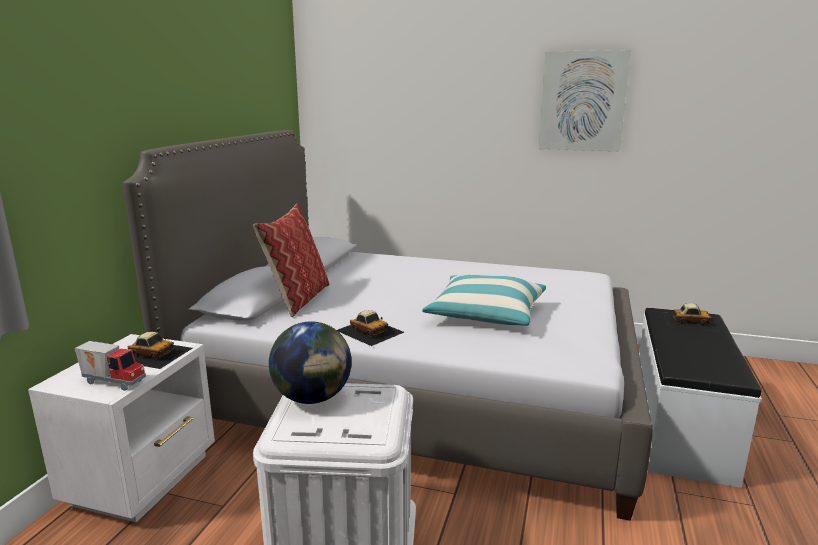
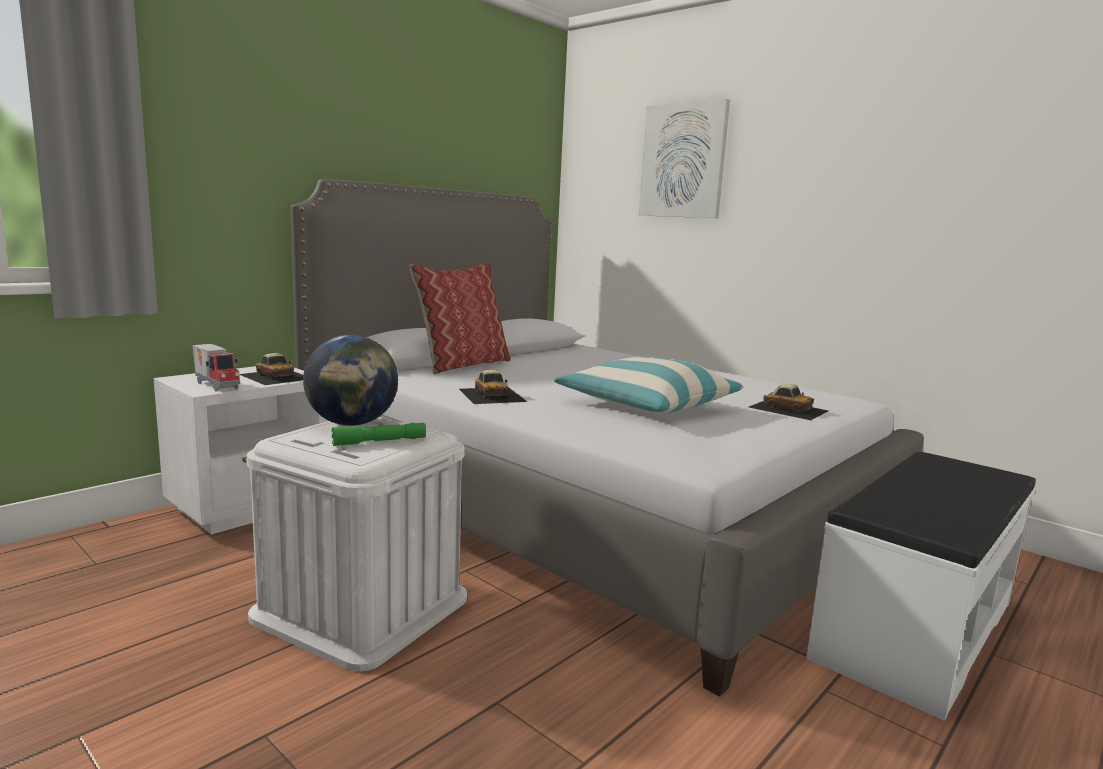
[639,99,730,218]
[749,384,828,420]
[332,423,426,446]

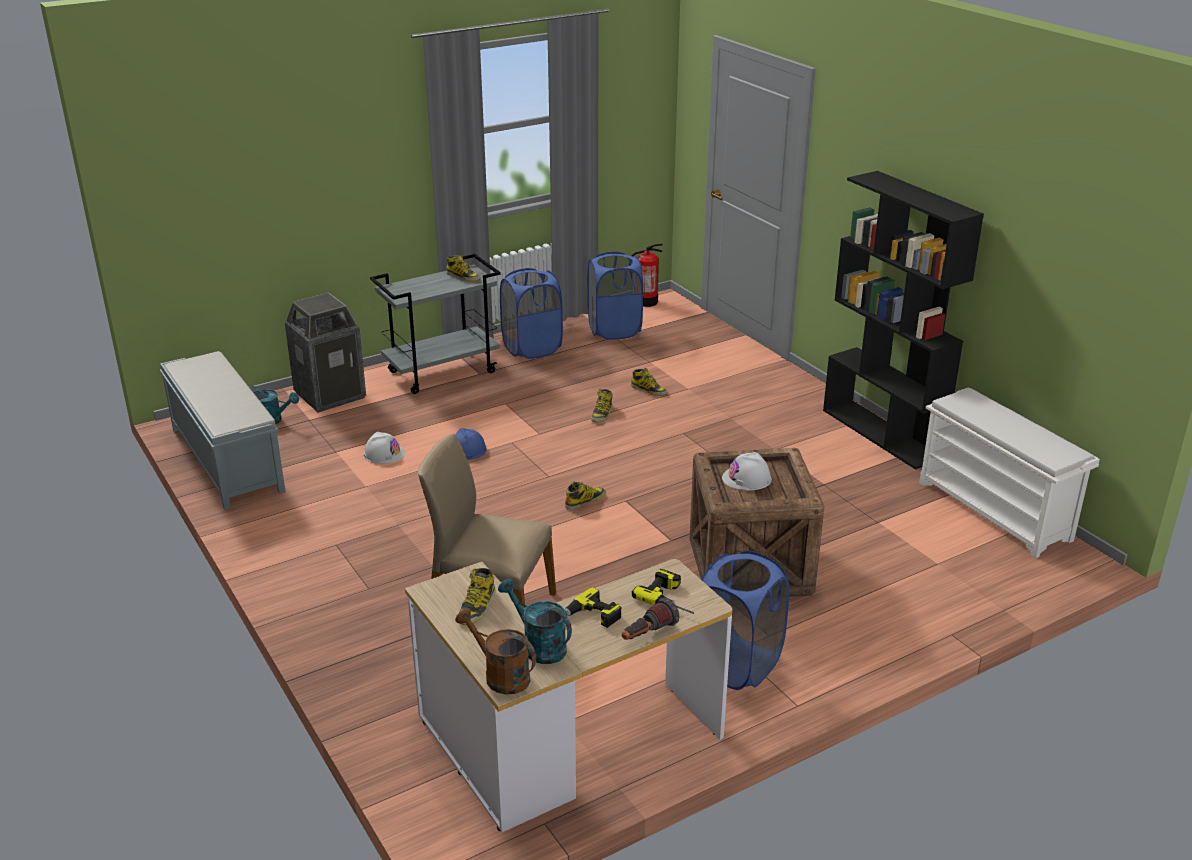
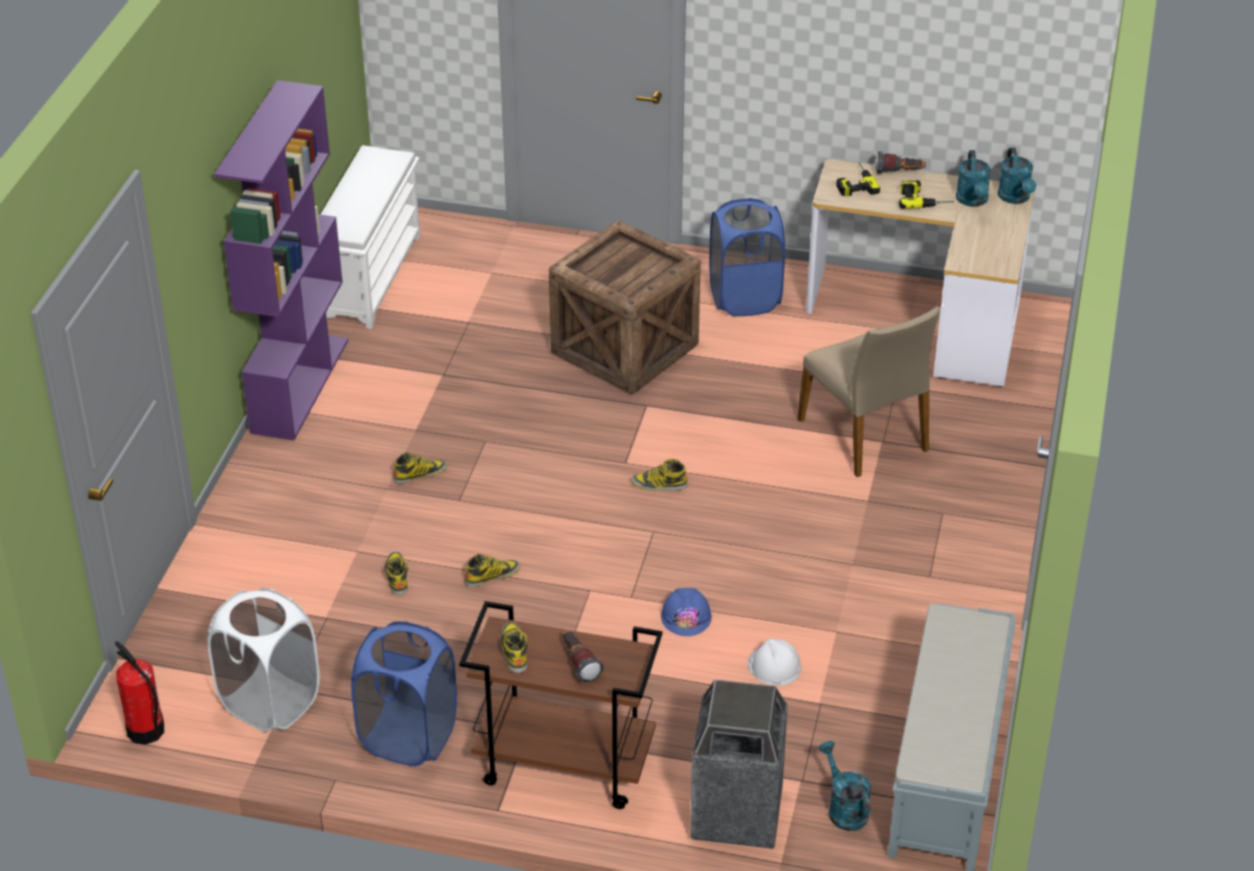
[214,80,348,441]
[207,588,320,732]
[459,601,663,809]
[722,452,772,491] (first image)
[393,452,447,484]
[998,147,1036,204]
[563,630,604,683]

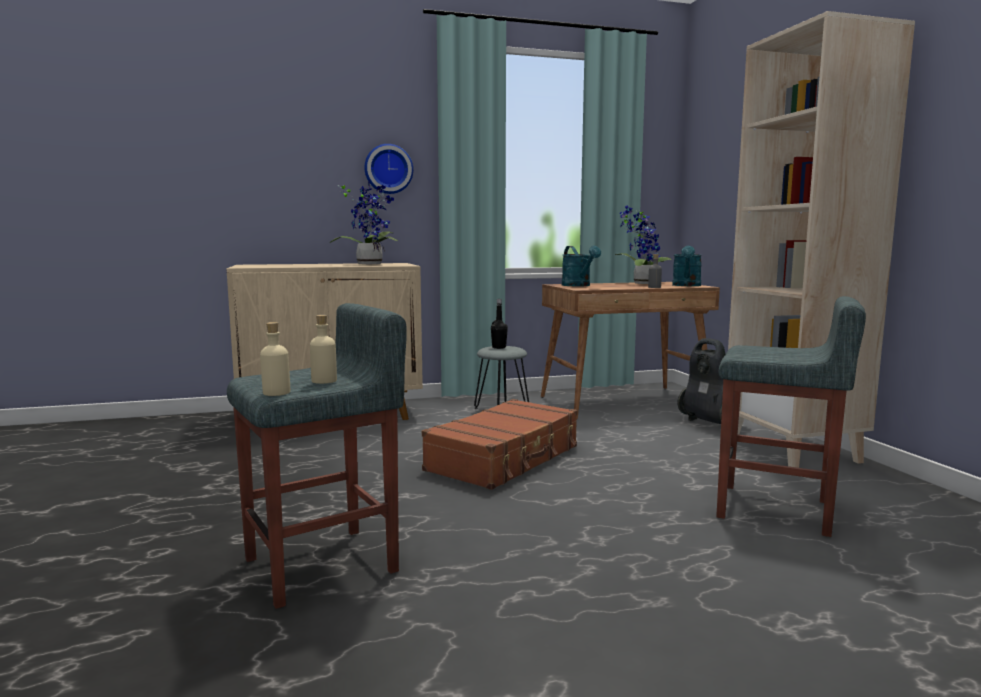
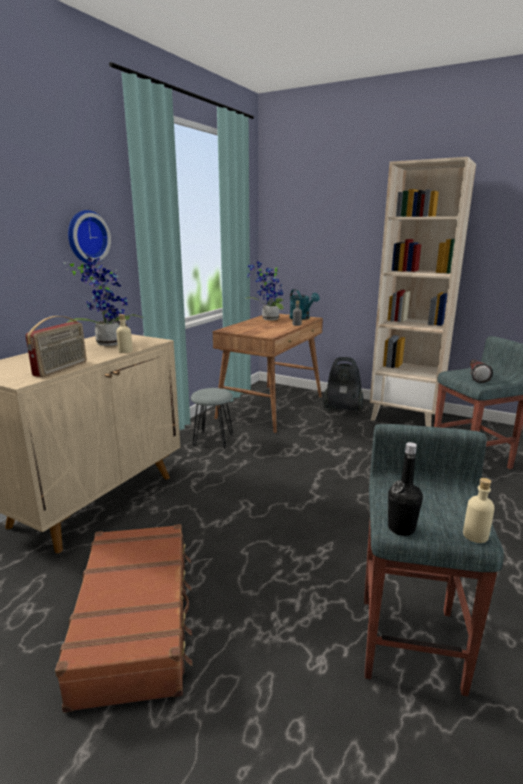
[562,246,601,286] (first image)
[388,442,423,536]
[116,314,133,353]
[55,524,192,713]
[26,316,87,377]
[470,360,493,383]

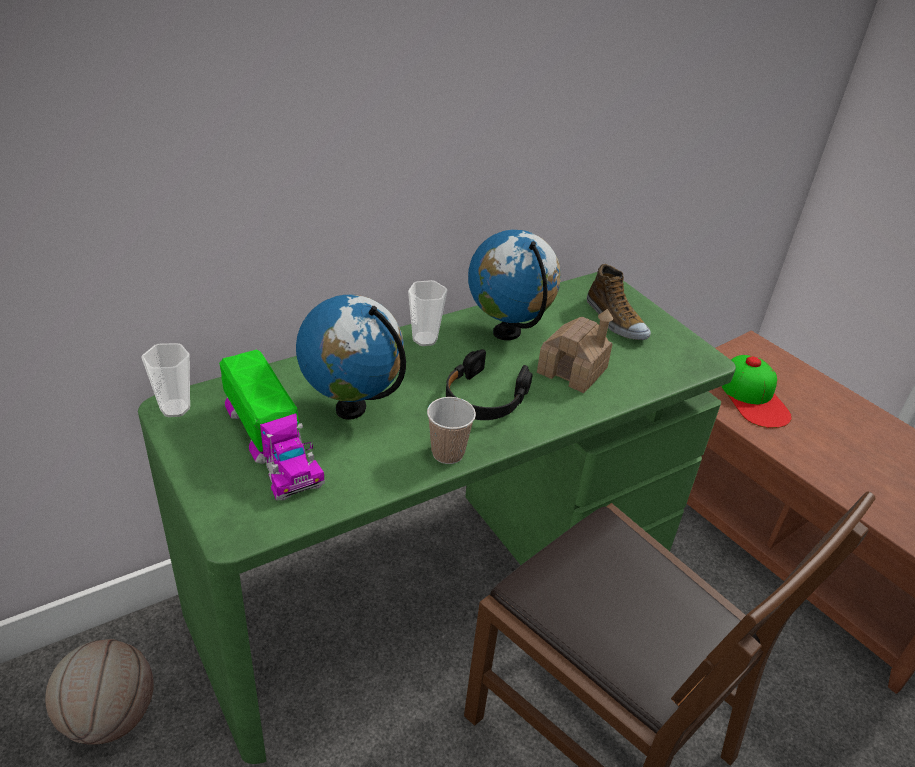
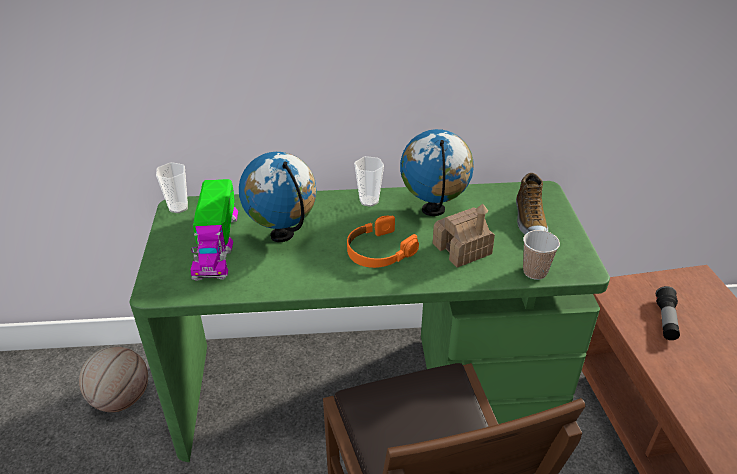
[347,216,419,268]
[656,286,680,340]
[523,230,560,280]

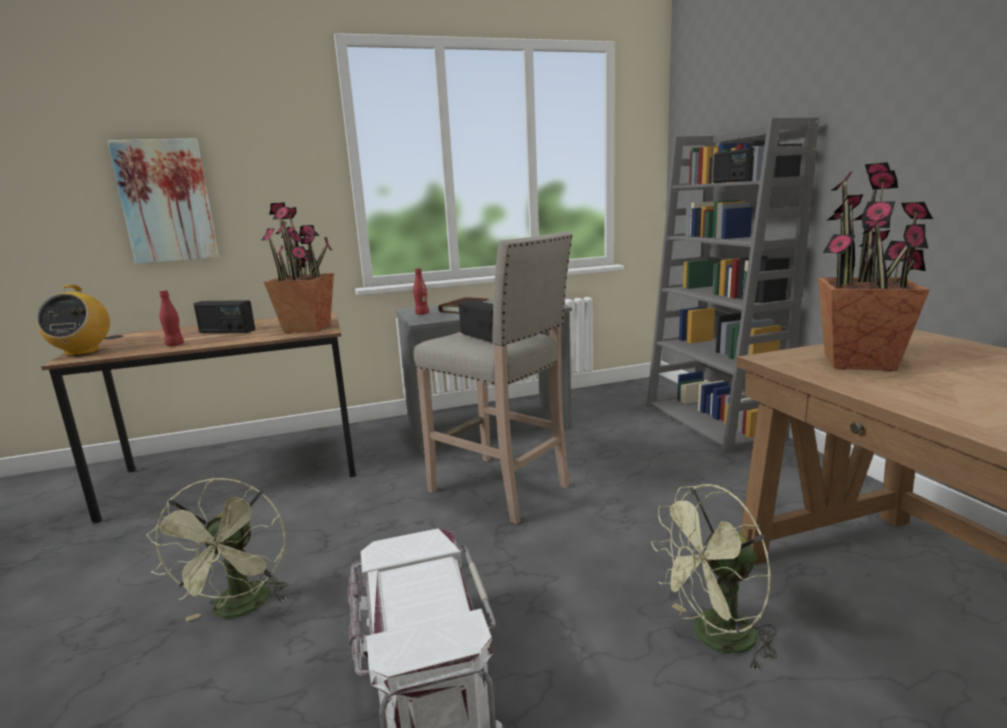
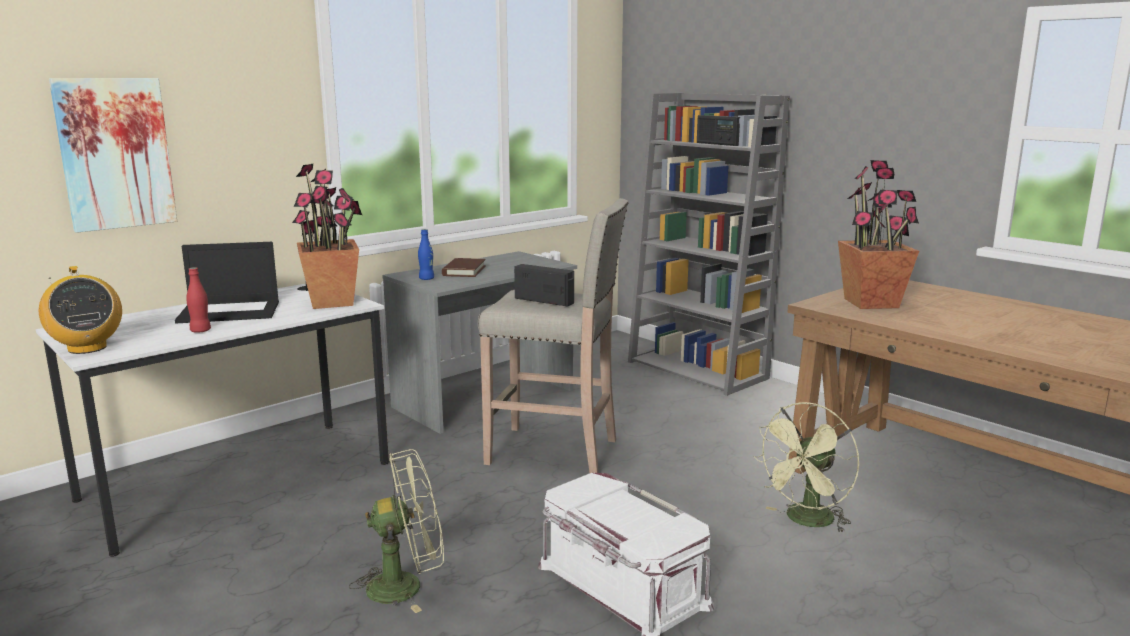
[418,229,434,280]
[175,242,279,323]
[36,284,389,557]
[349,449,444,613]

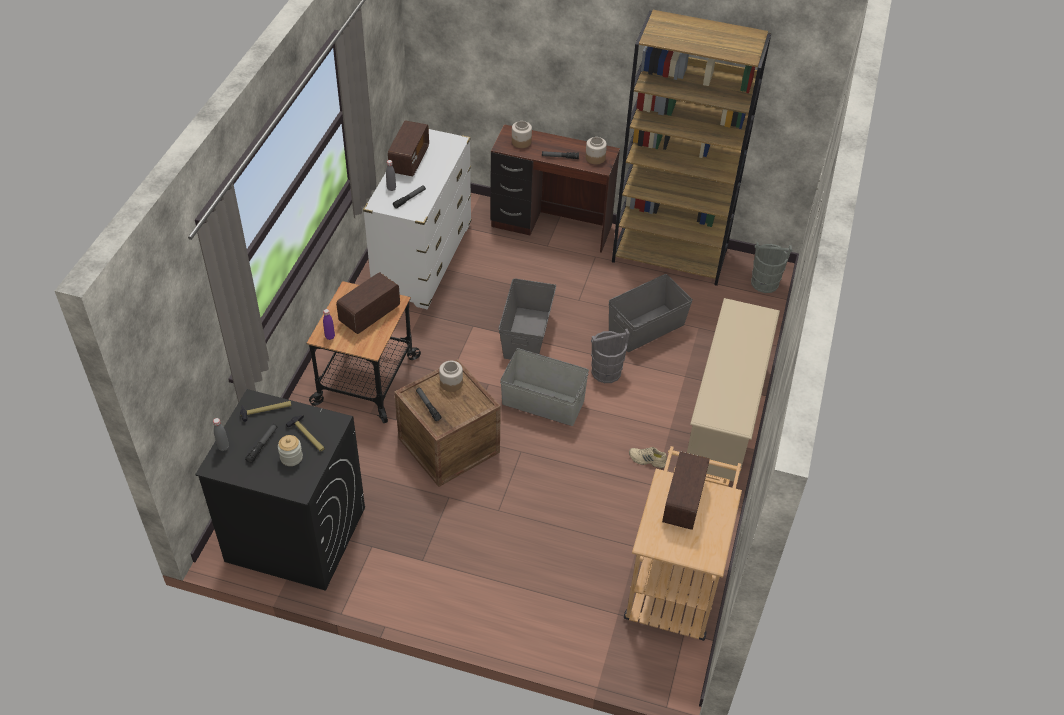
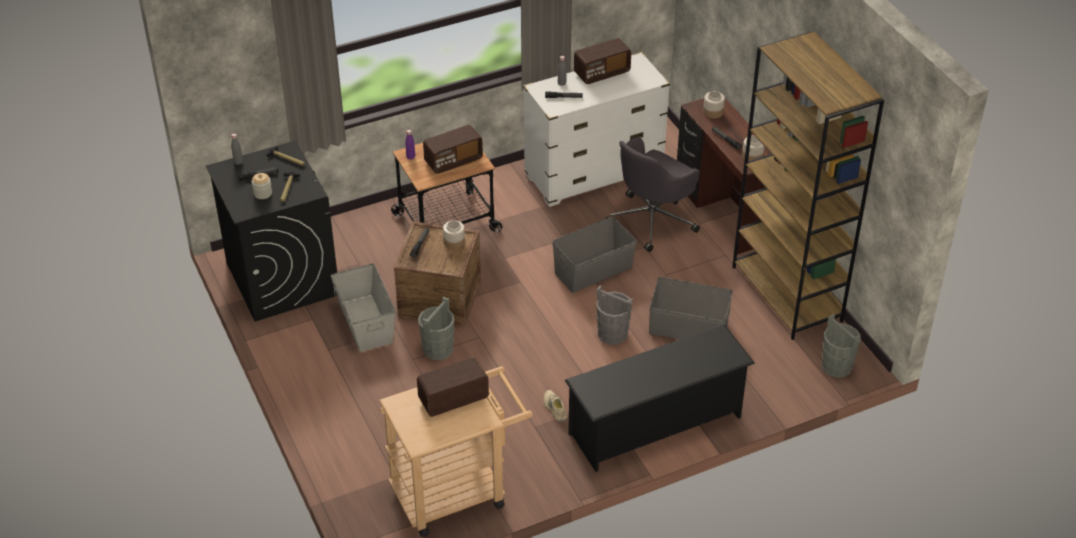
[423,125,483,174]
[565,324,755,472]
[331,264,396,352]
[605,137,700,252]
[418,297,454,360]

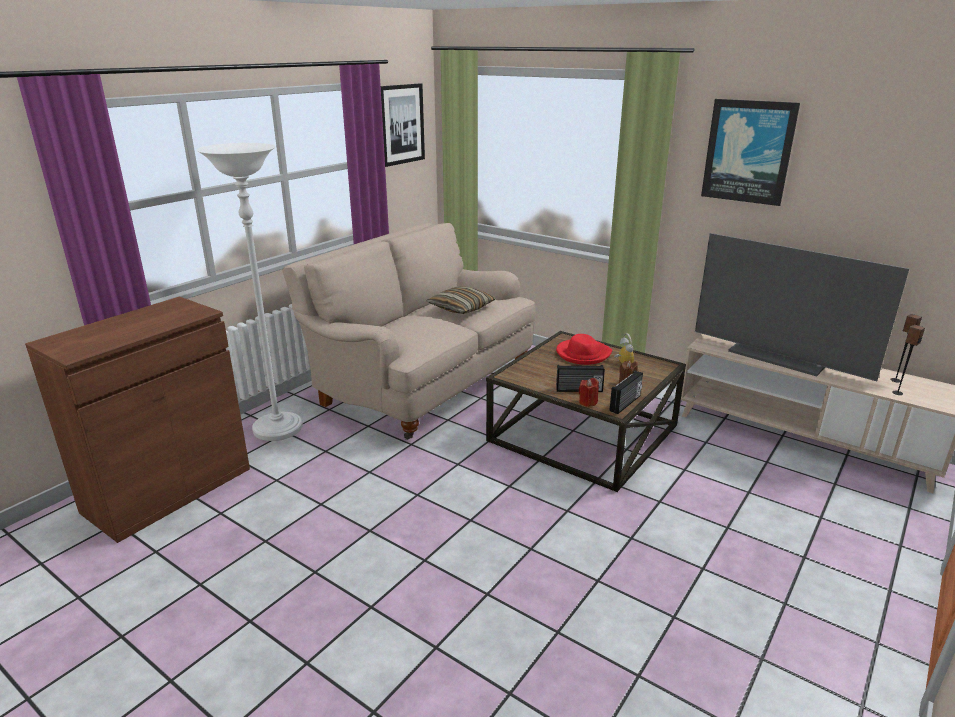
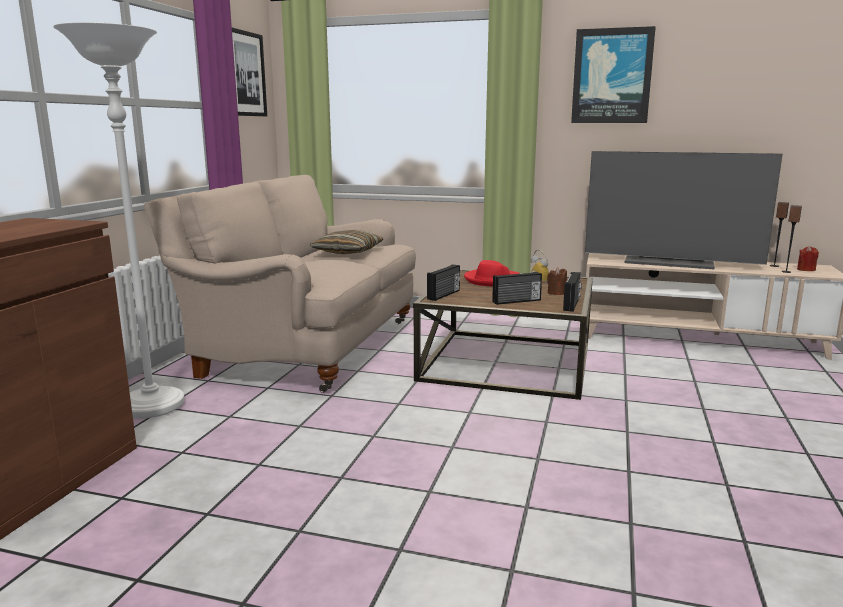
[797,246,819,271]
[427,264,460,301]

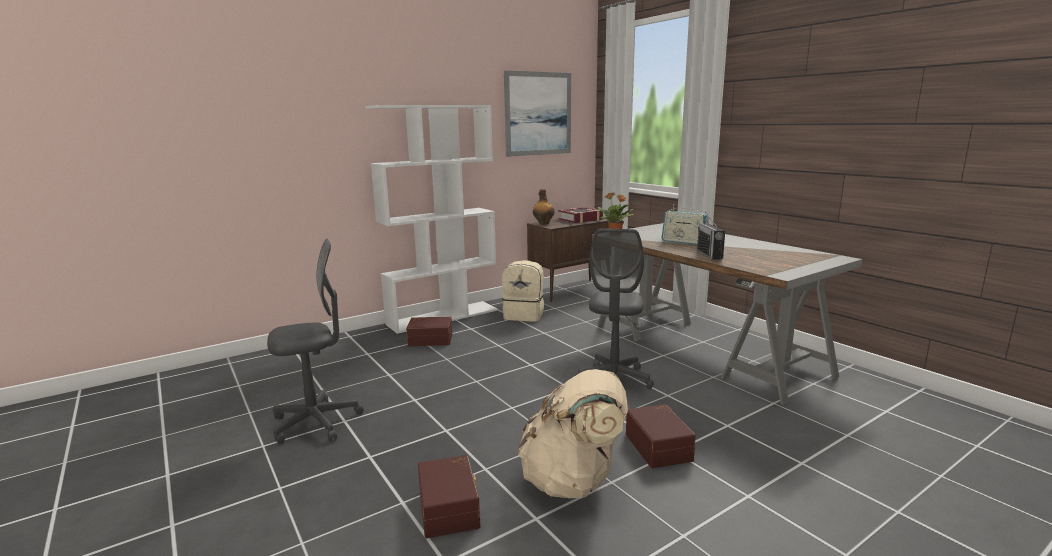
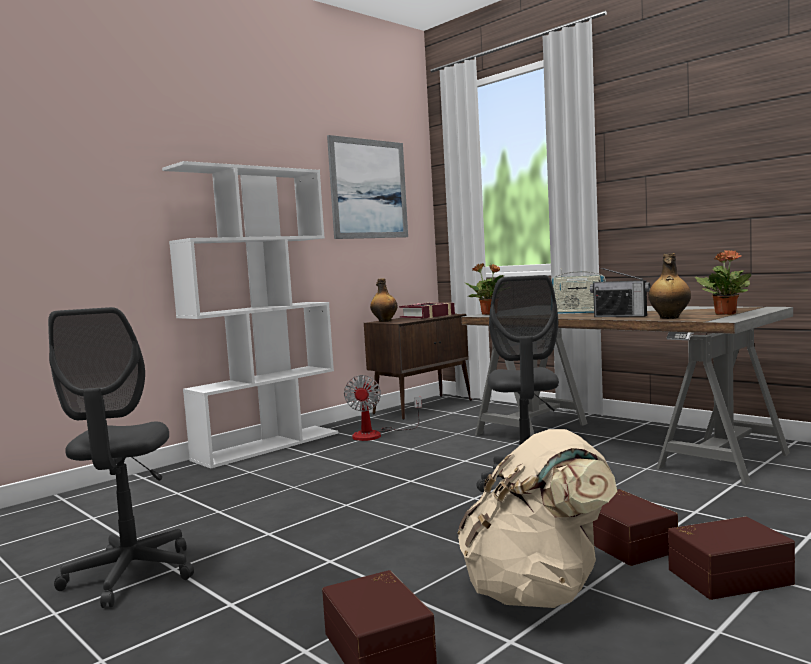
[590,267,650,317]
[48,307,194,608]
[344,375,422,441]
[668,517,795,600]
[695,250,751,315]
[648,253,691,319]

